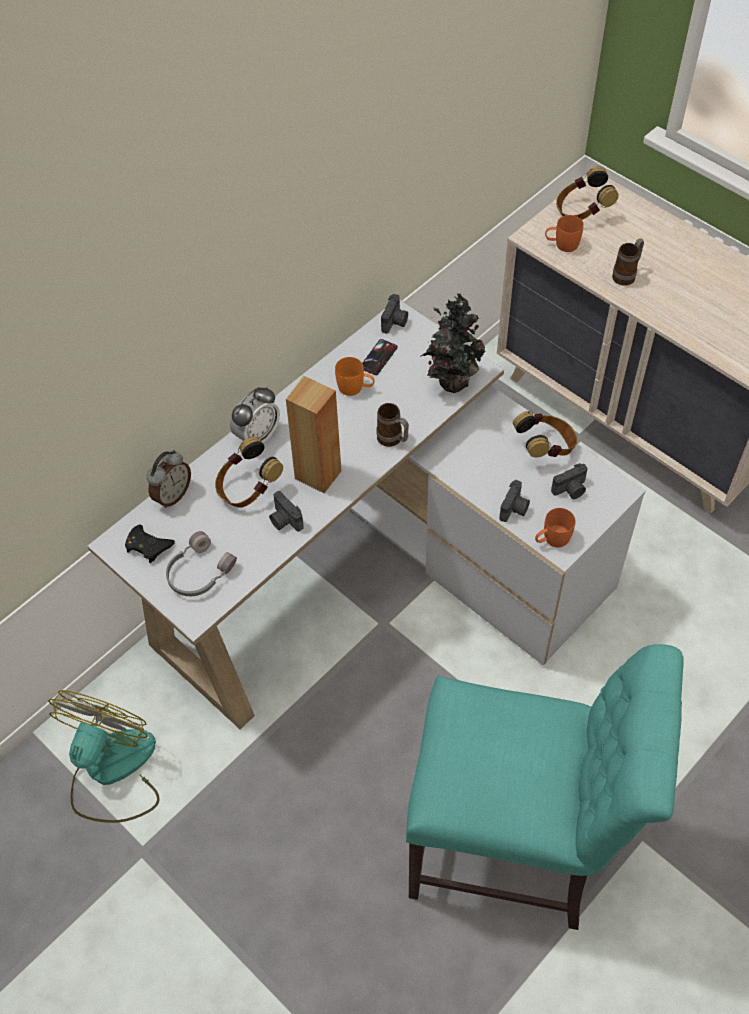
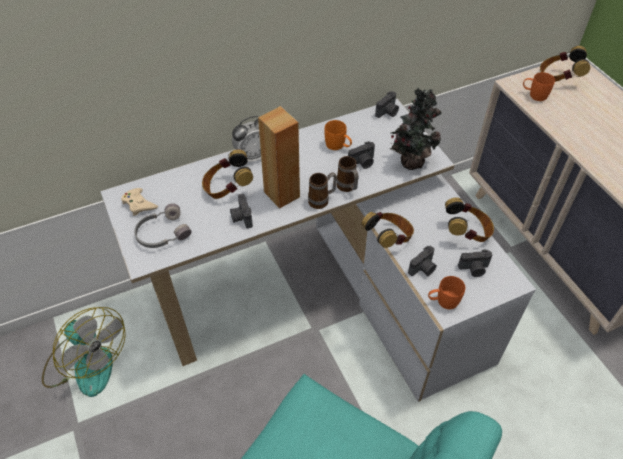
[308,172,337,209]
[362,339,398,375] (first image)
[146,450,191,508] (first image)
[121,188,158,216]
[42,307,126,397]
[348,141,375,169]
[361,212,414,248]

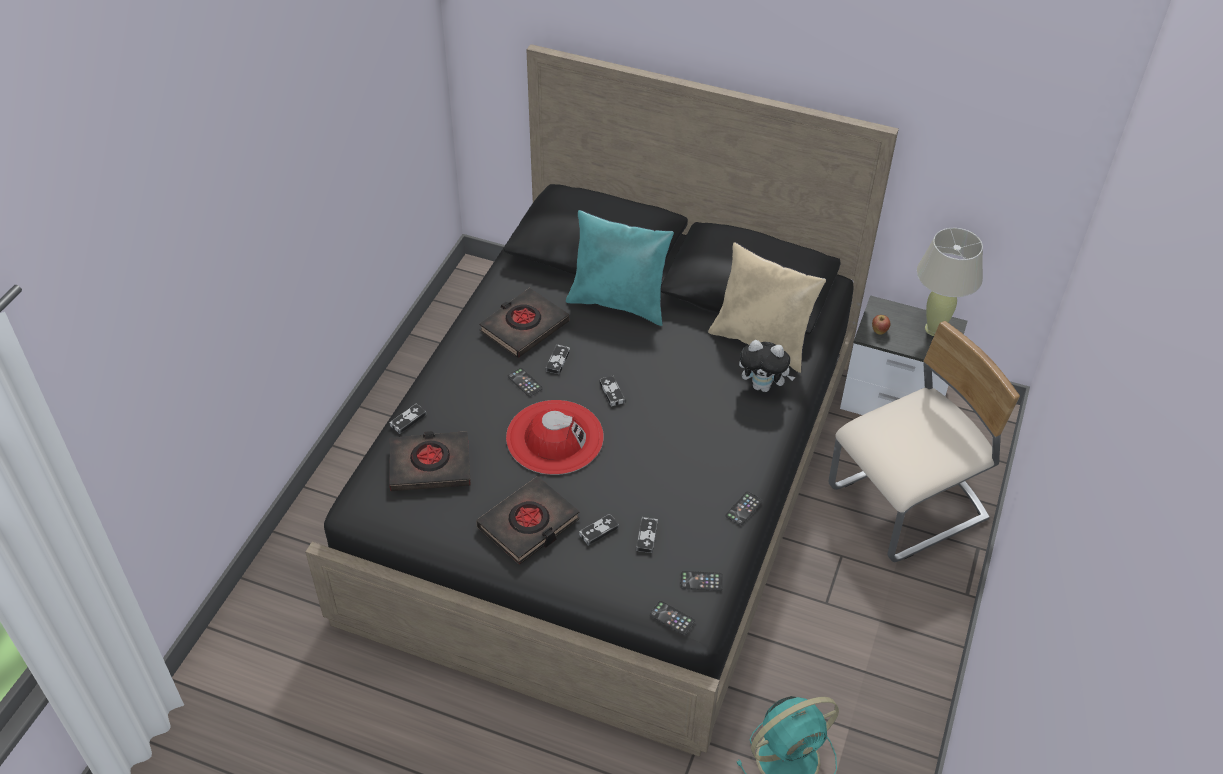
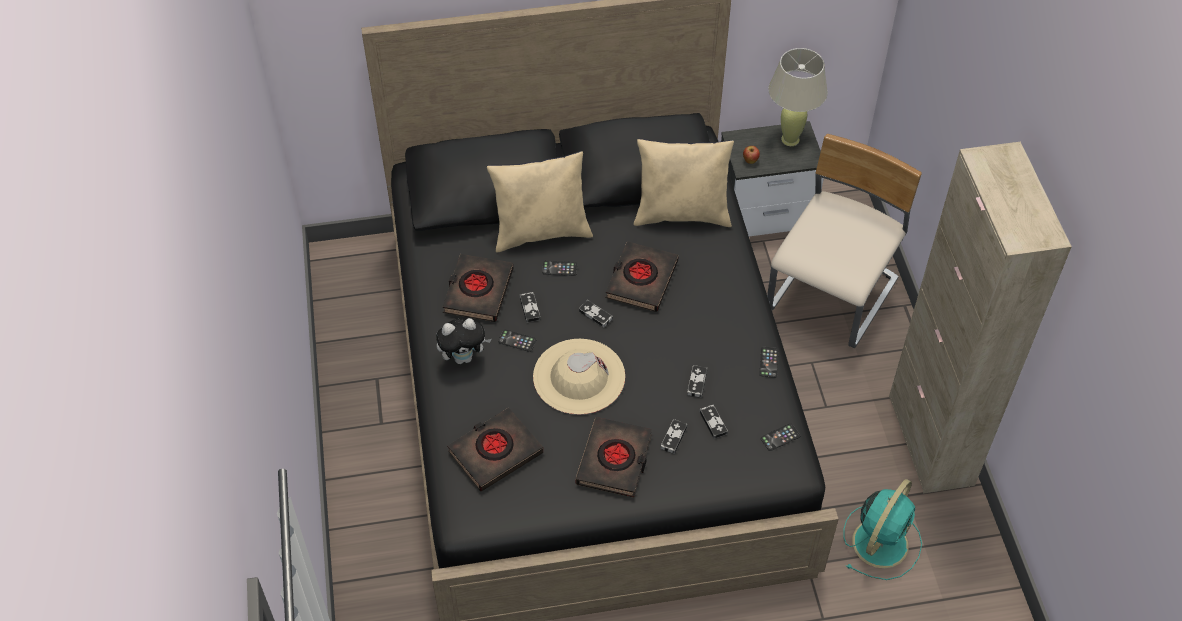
[487,151,593,252]
[436,318,491,364]
[533,339,625,415]
[687,365,707,398]
[542,261,577,276]
[889,142,1072,493]
[605,241,679,312]

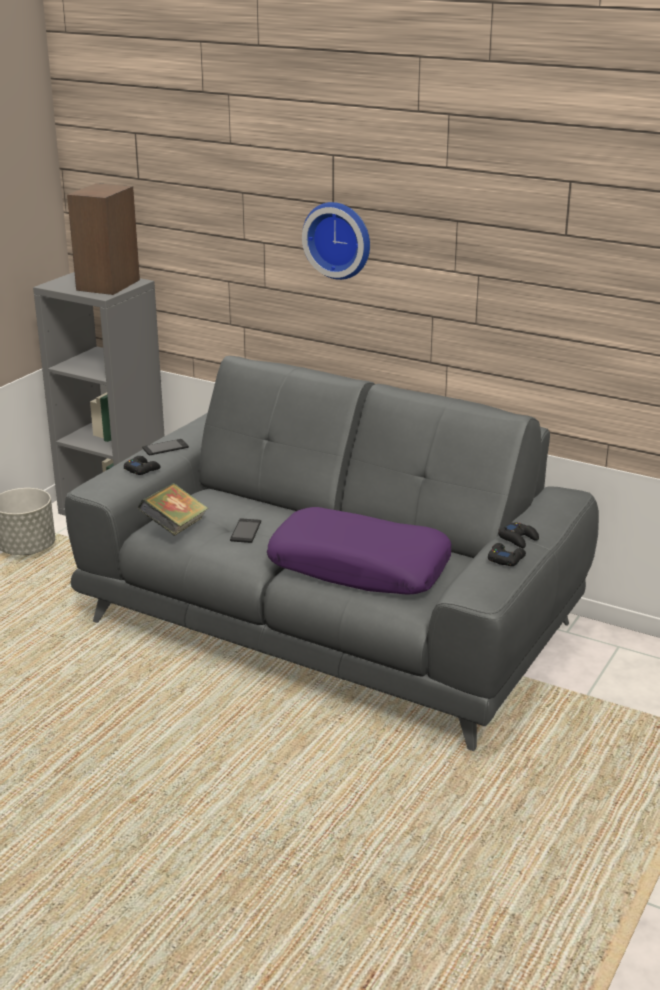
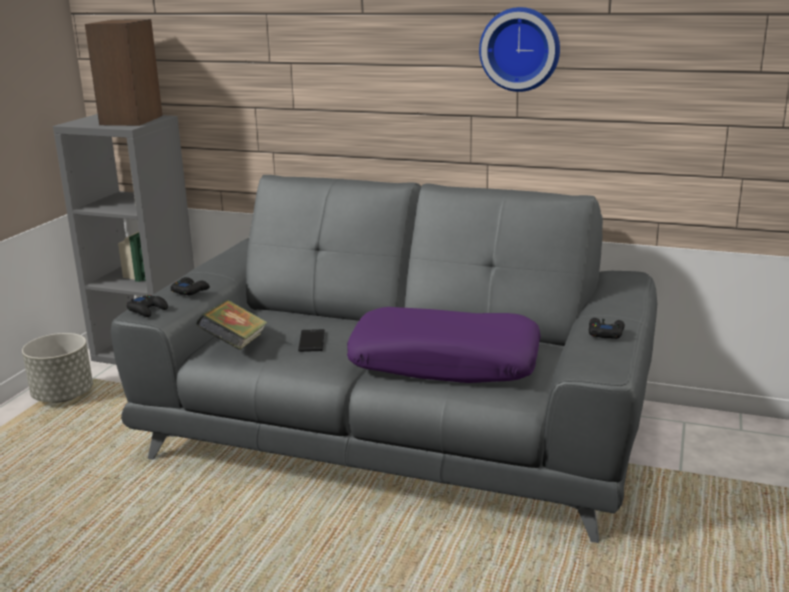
[479,7,560,92]
[142,439,189,456] (first image)
[127,295,168,317]

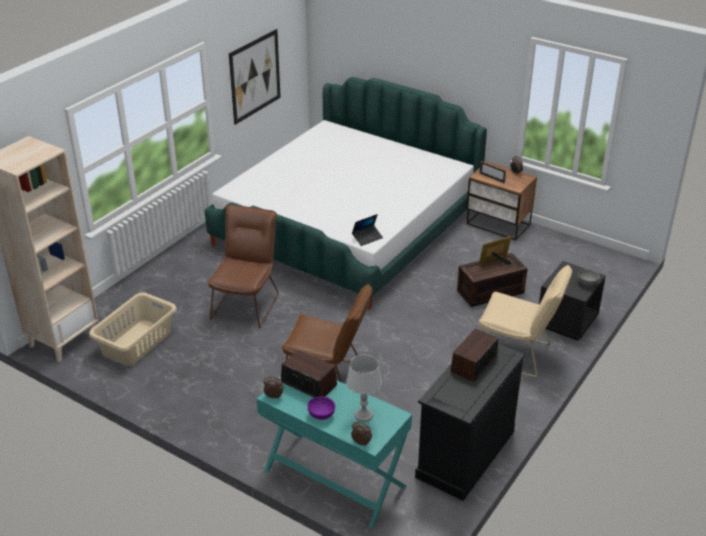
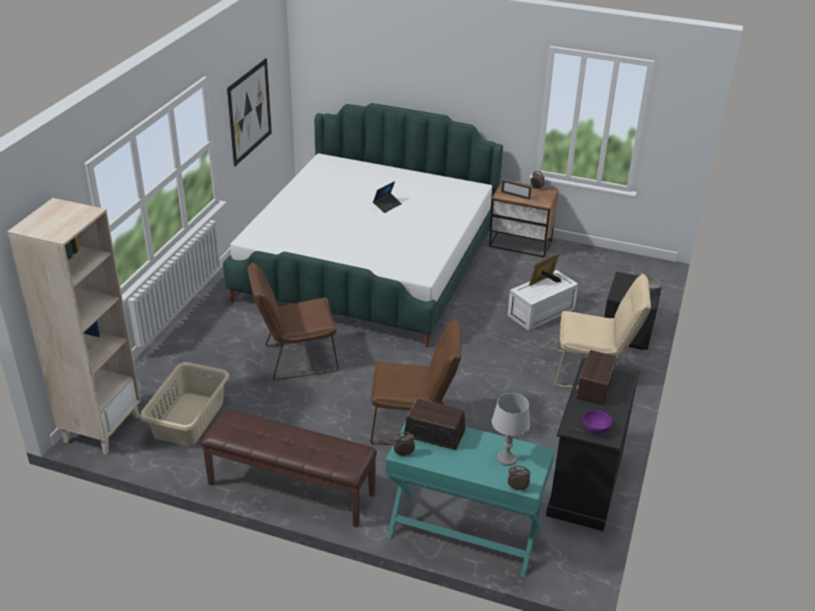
[248,262,339,380]
[373,181,402,213]
[508,270,578,331]
[583,410,612,434]
[201,409,377,527]

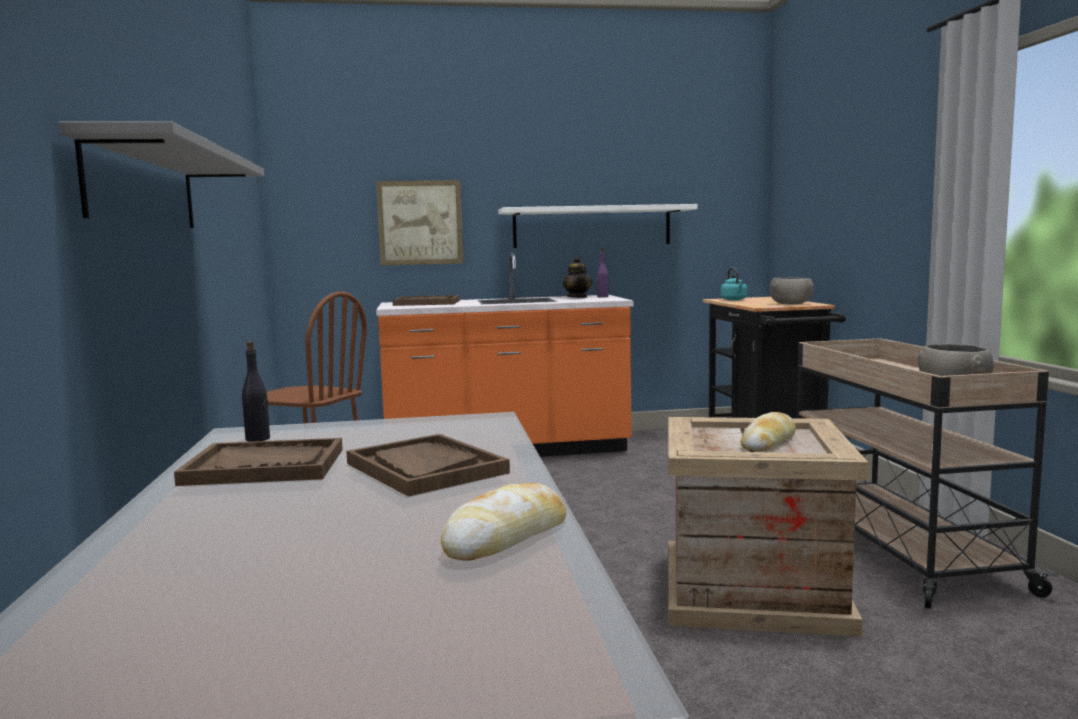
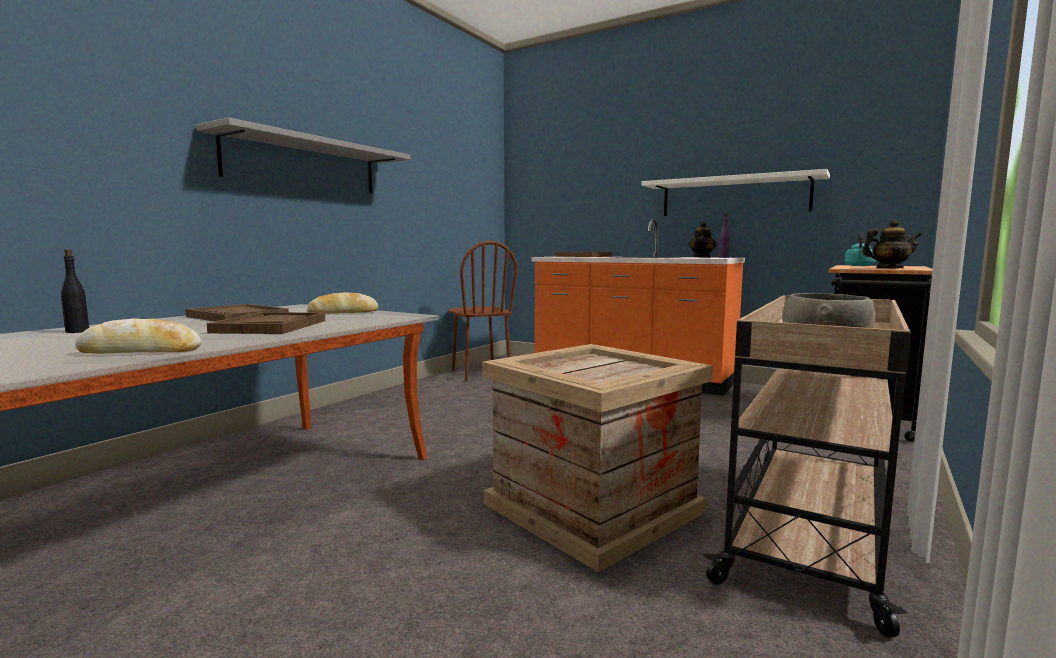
[376,180,463,266] (first image)
[862,220,922,268]
[61,249,89,333]
[307,292,378,314]

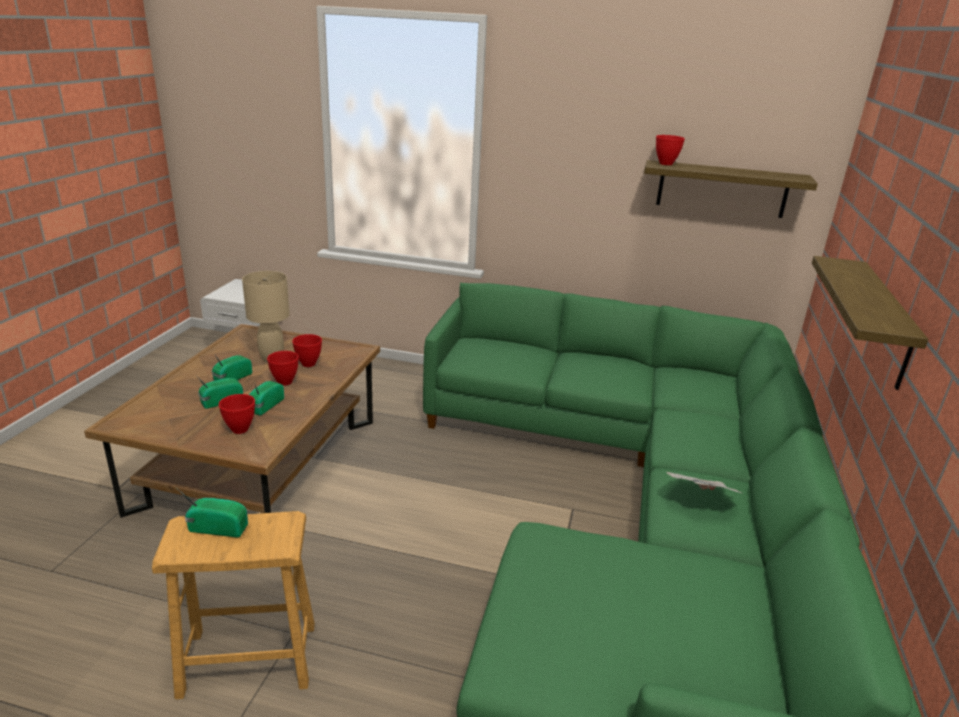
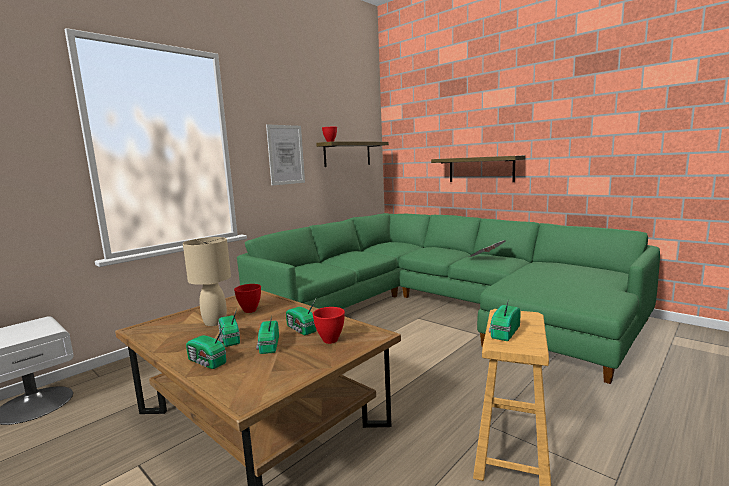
[267,351,299,386] (first image)
[266,124,305,186]
[186,324,226,369]

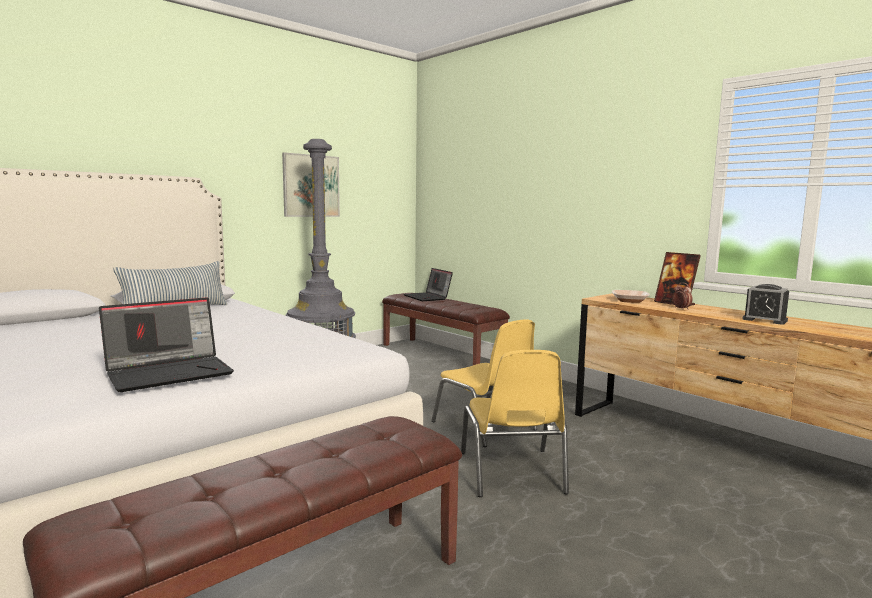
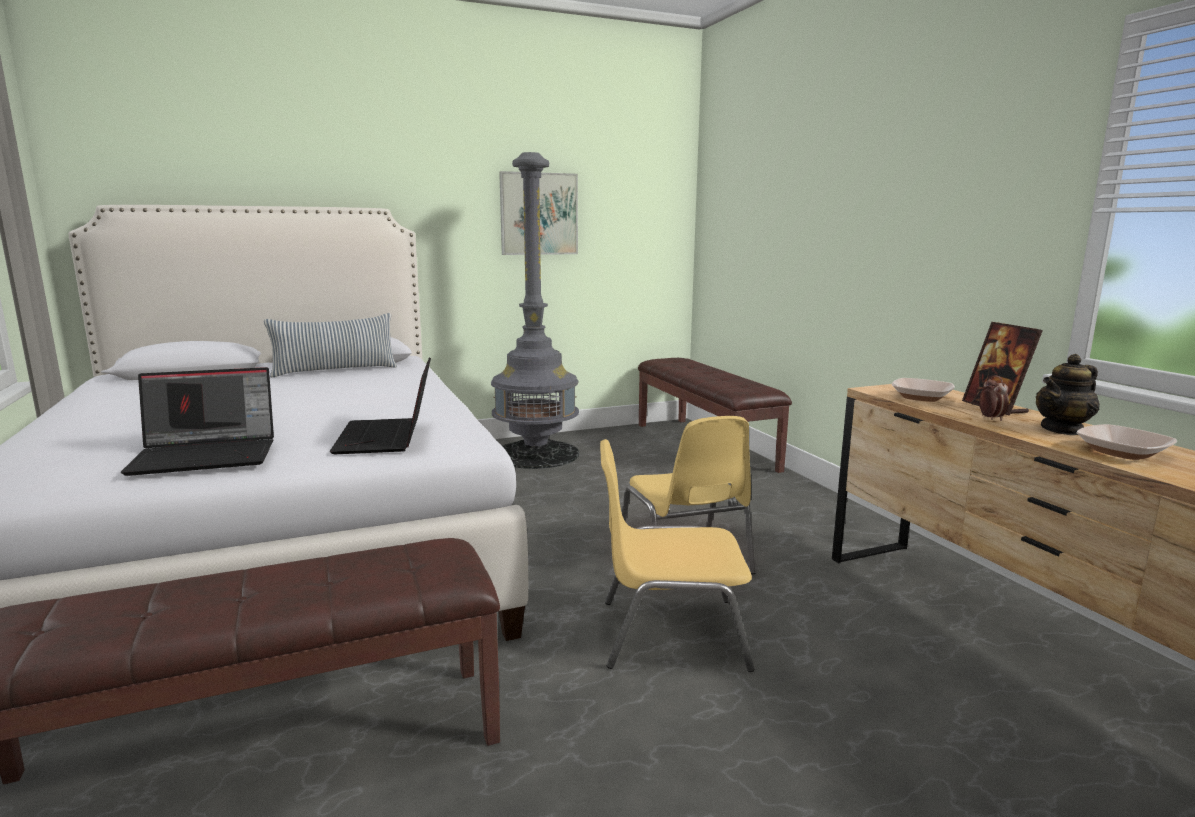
[330,357,431,454]
[1077,424,1177,460]
[600,439,754,672]
[1036,354,1100,435]

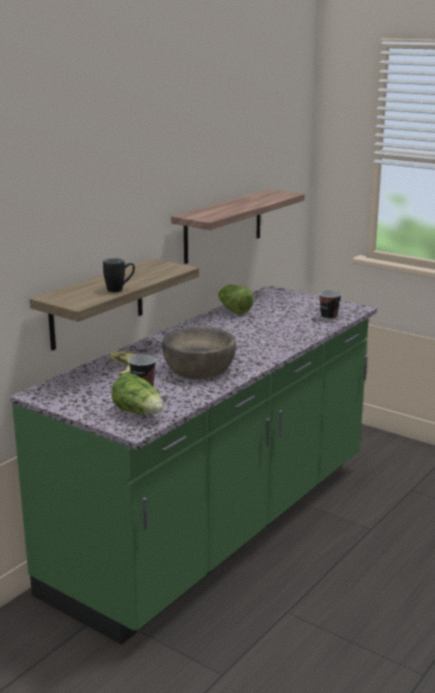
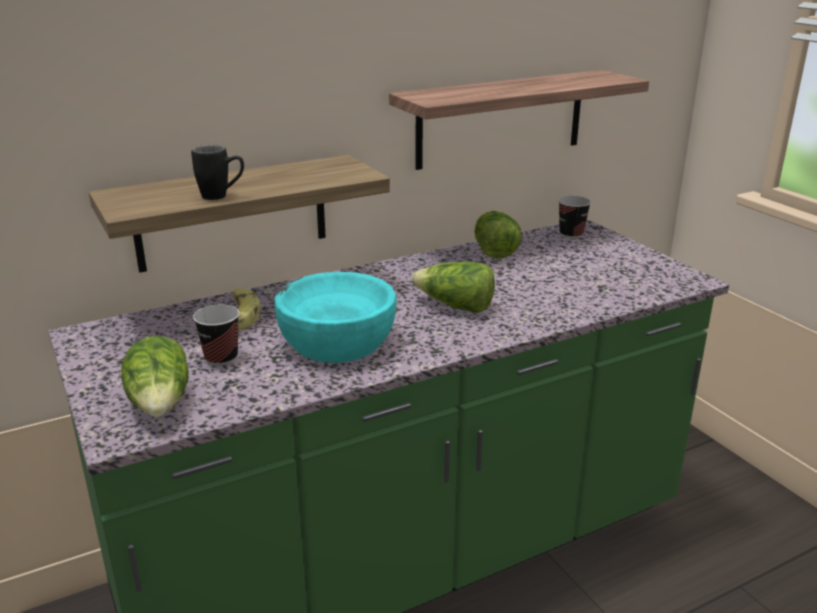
[558,196,591,239]
[274,272,397,363]
[411,262,495,313]

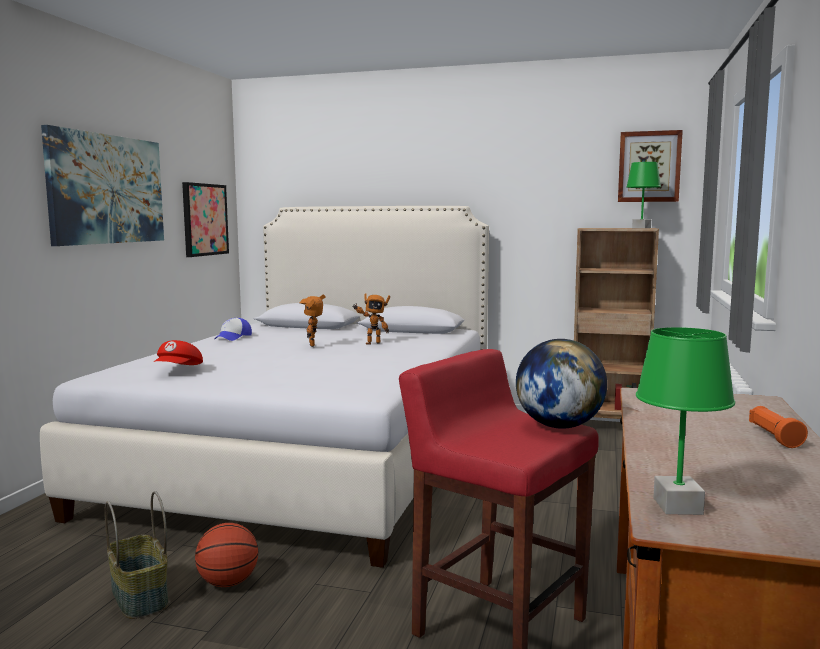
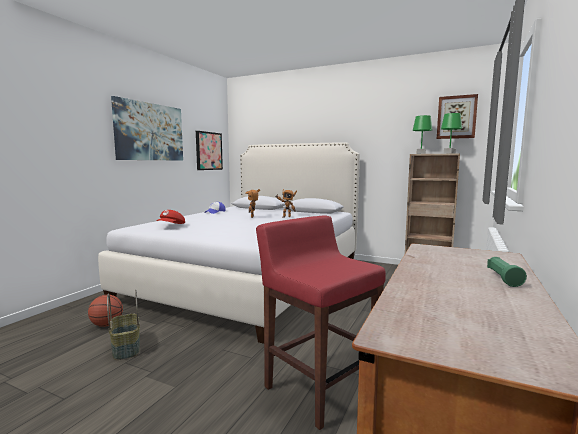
[412,115,432,154]
[516,339,607,429] (first image)
[487,257,527,287]
[88,295,123,327]

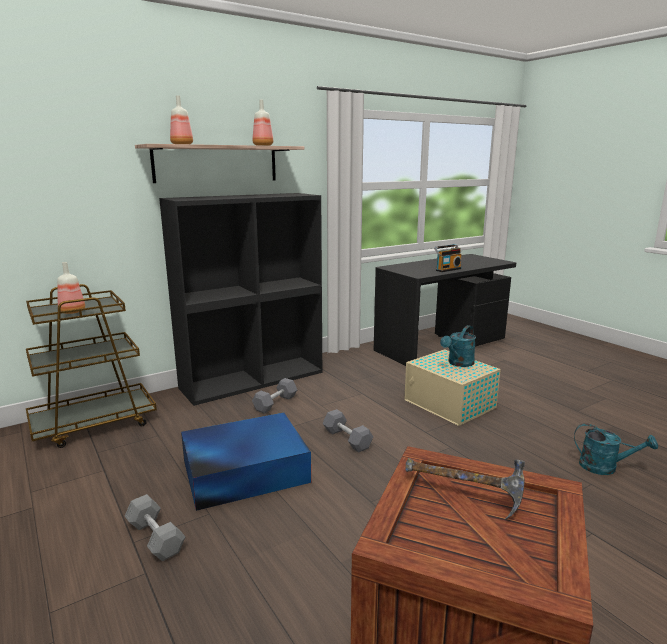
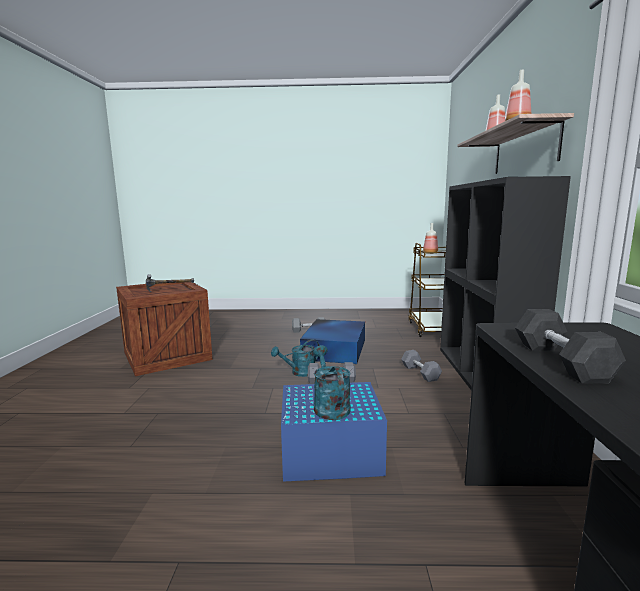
[515,309,626,384]
[281,382,387,482]
[271,339,320,377]

